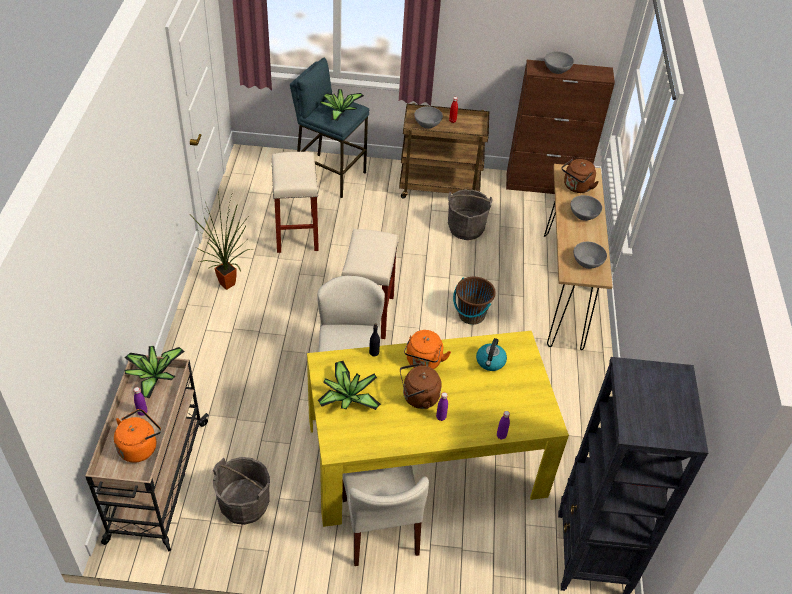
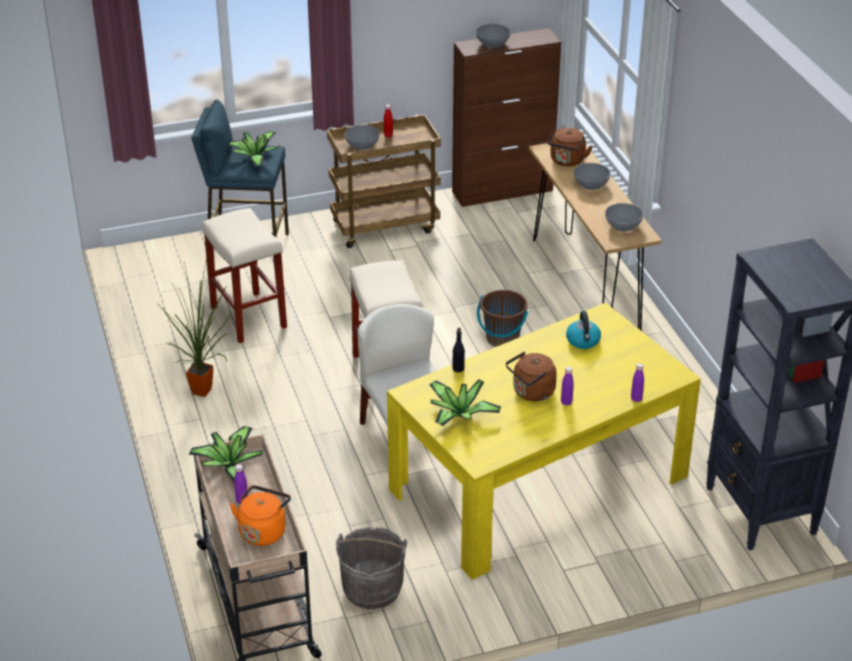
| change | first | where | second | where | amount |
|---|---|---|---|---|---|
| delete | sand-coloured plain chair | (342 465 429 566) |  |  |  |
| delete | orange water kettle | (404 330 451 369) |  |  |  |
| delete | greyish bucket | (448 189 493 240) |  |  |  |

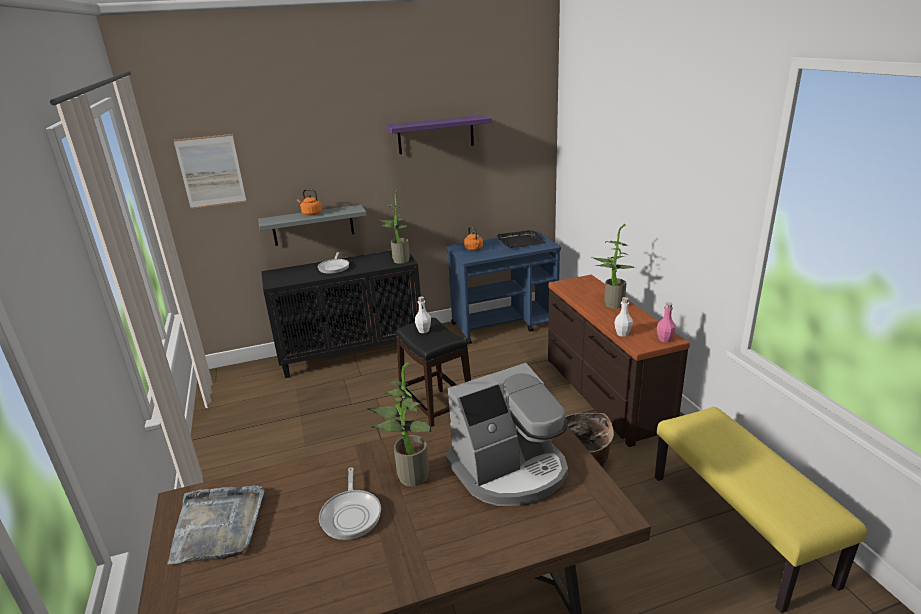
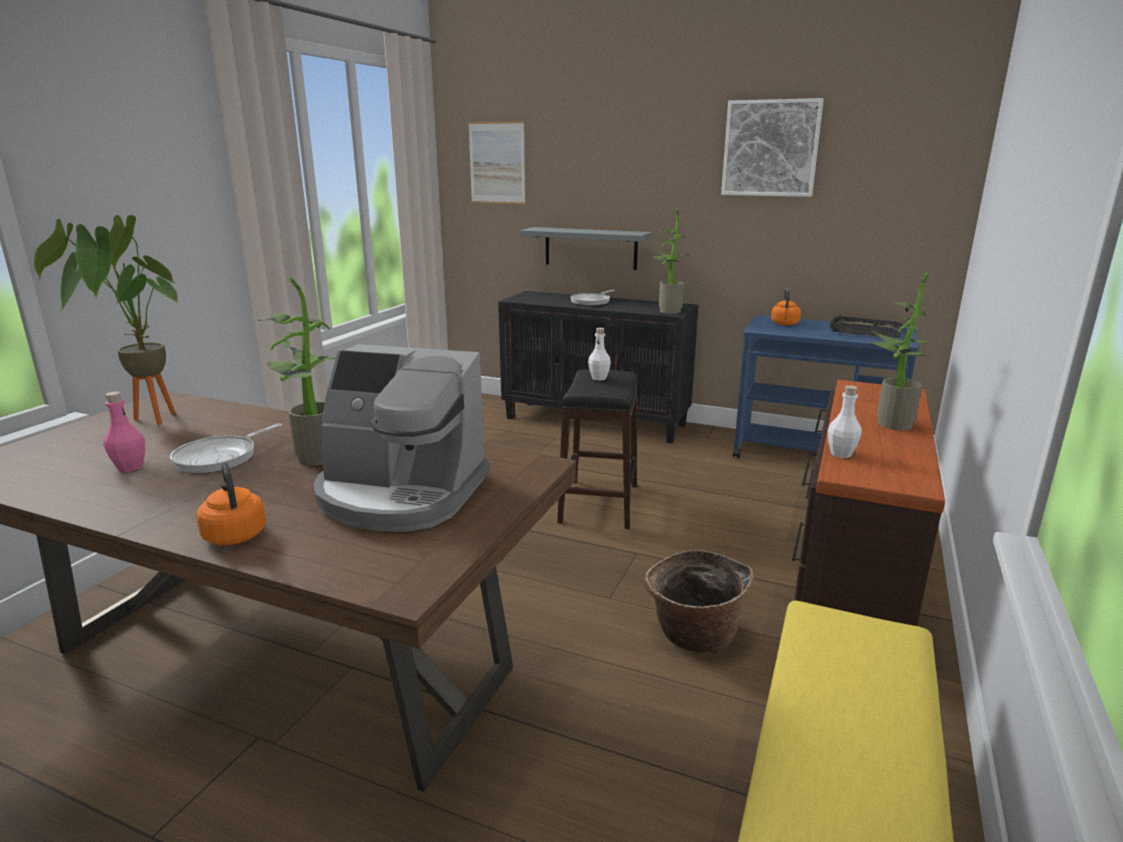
| change | first | where | second | where | amount |
|---|---|---|---|---|---|
| move | orange water kettle | (297 189 322 216) |  | (196 463 266 545) |  |
| move | pink-coloured drink bottle | (657 302 676 342) |  | (103 392 145 472) |  |
| replace | greyish carrying tray | (167 485 264 564) | houseplant | (34 215 179 425) |  |
| replace | purple-coloured bracket shelf | (386 115 492 154) | wall art | (721 98 824 197) |  |

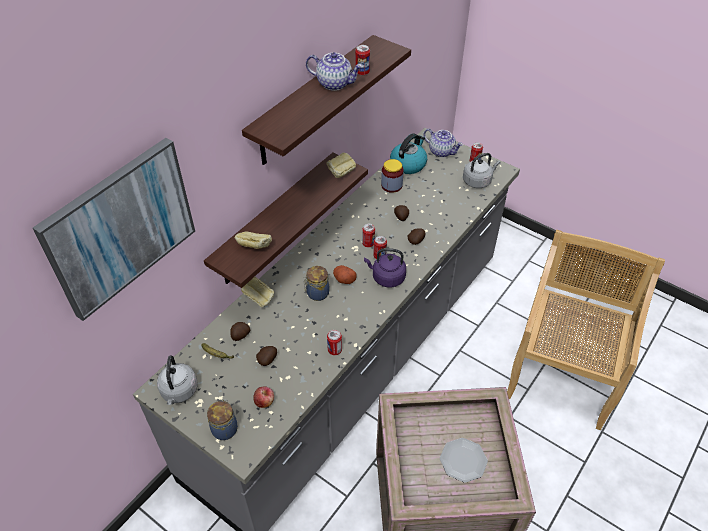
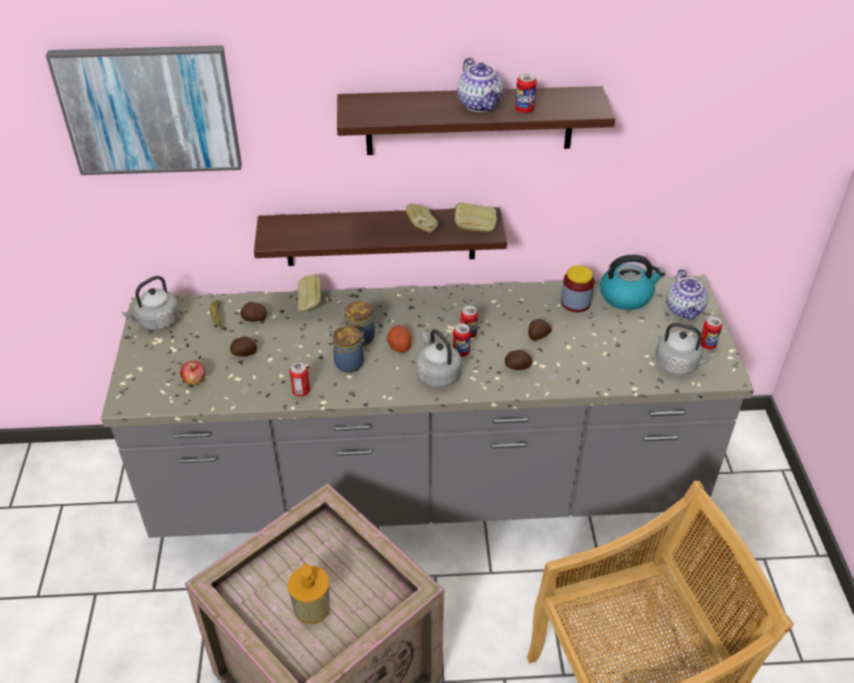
| change | first | where | second | where | amount |
|---|---|---|---|---|---|
| move | jar | (207 399 238 440) |  | (333 326 366 373) |  |
| move | bread | (235 232 272 249) |  | (406 203 438 232) |  |
| replace | plate | (440 438 488 483) | soap bottle | (288 563 330 624) |  |
| recolor | purple-coloured water kettle | (364 248 406 287) | greyish water kettle | (417 329 462 387) |  |

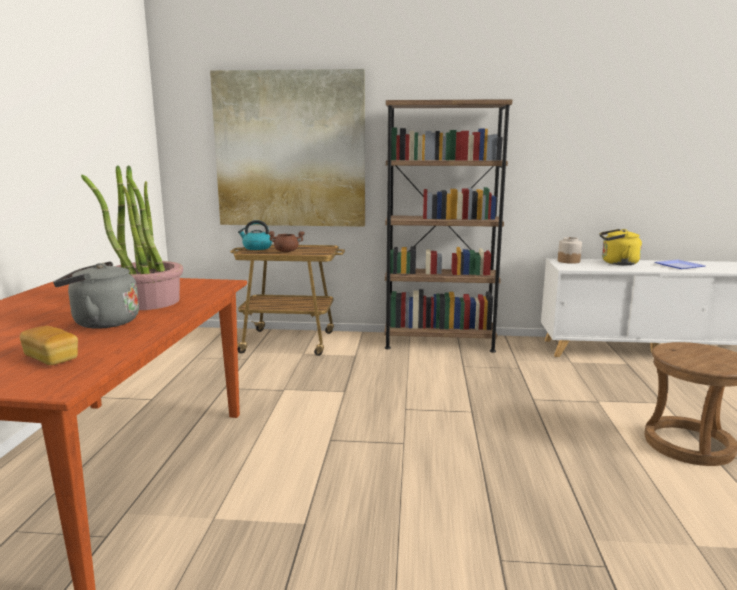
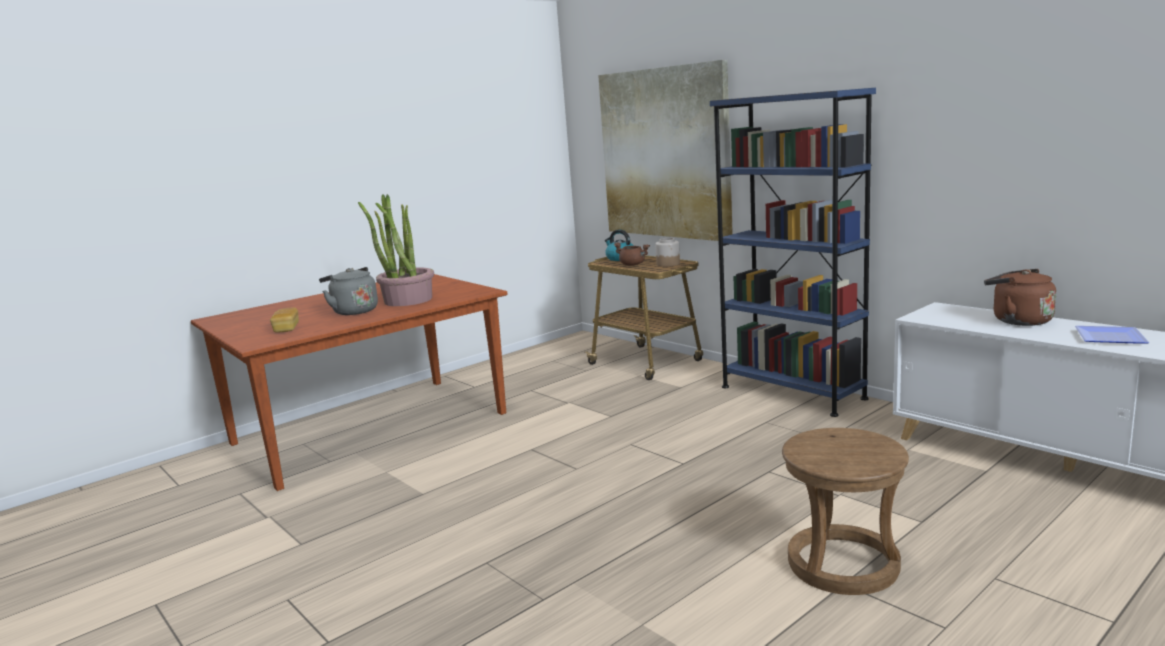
| change | first | where | second | where | amount |
|---|---|---|---|---|---|
| move | jar | (558 237 582 264) |  | (655 238 680 267) |  |
| recolor | brown-coloured shelving unit | (384 99 512 353) | blue shelving unit | (710 88 876 417) |  |
| recolor | yellow water kettle | (599 229 642 265) | brown-coloured water kettle | (984 269 1056 326) |  |

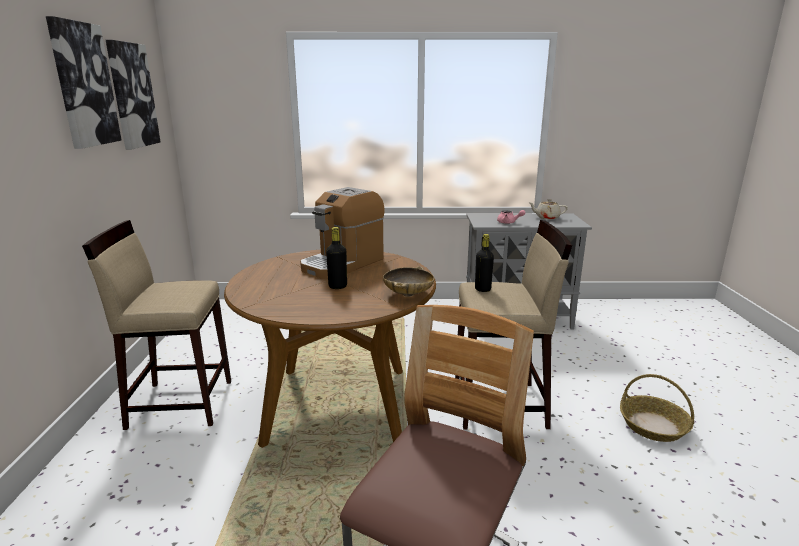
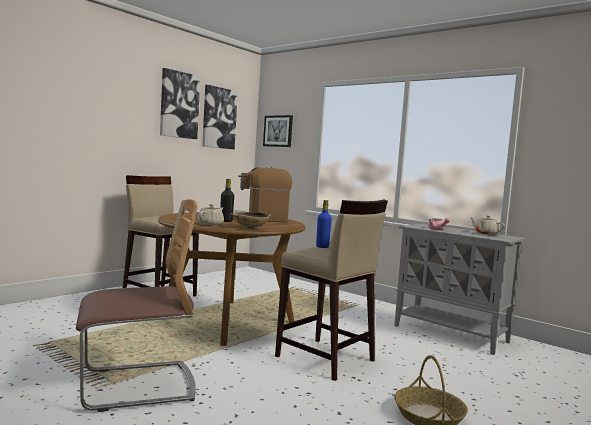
| change | first | where | second | where | amount |
|---|---|---|---|---|---|
| insert |  |  | sand-coloured pot for tea | (197 204 224 226) |  |
| insert |  |  | wall art | (263 115 293 147) |  |
| recolor | black drink bottle | (475 234 494 292) | blue drink bottle | (316 200 331 248) |  |

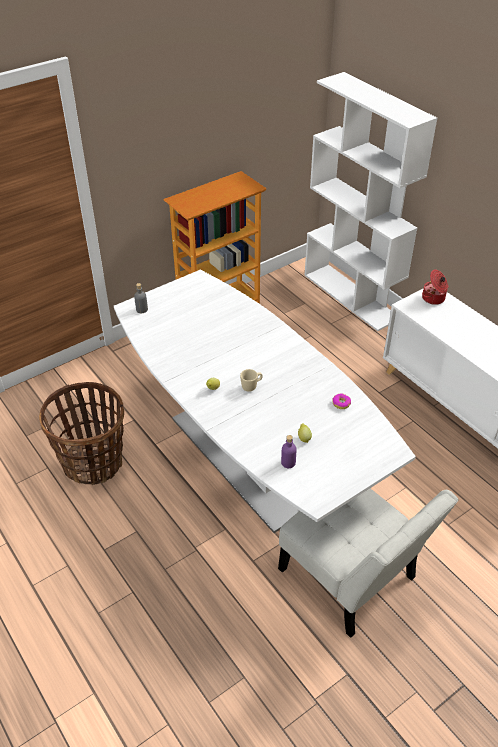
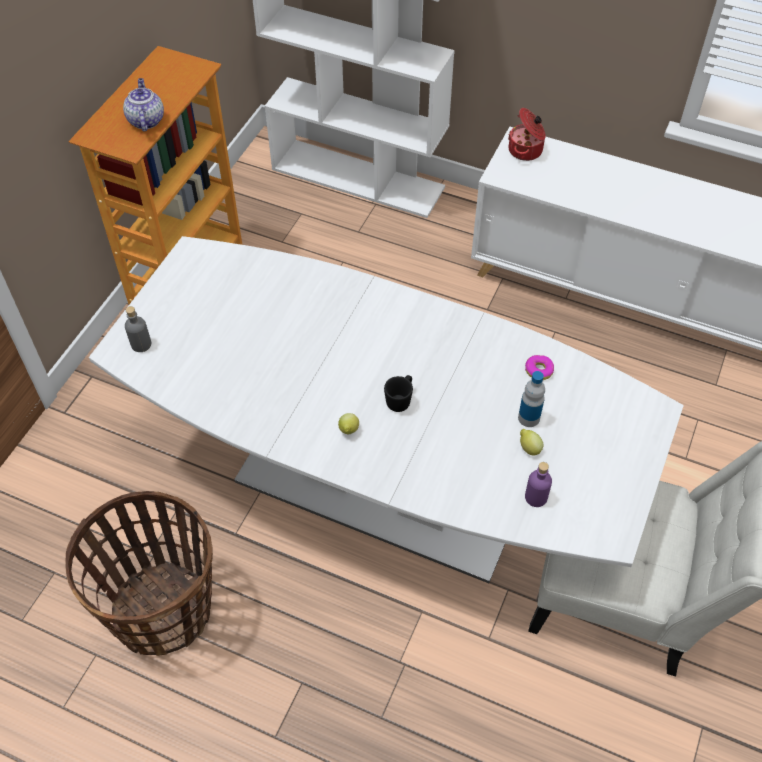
| change | first | where | second | where | amount |
|---|---|---|---|---|---|
| insert |  |  | pot for tea | (123 78 164 132) |  |
| insert |  |  | drink bottle | (518 371 545 427) |  |
| recolor | sand-coloured coffee mug | (240 369 263 392) | black coffee mug | (384 375 413 412) |  |

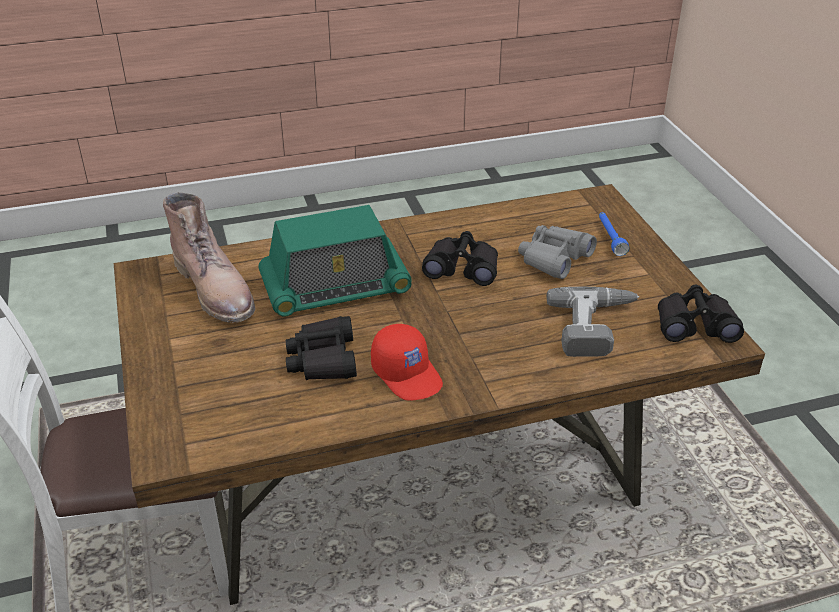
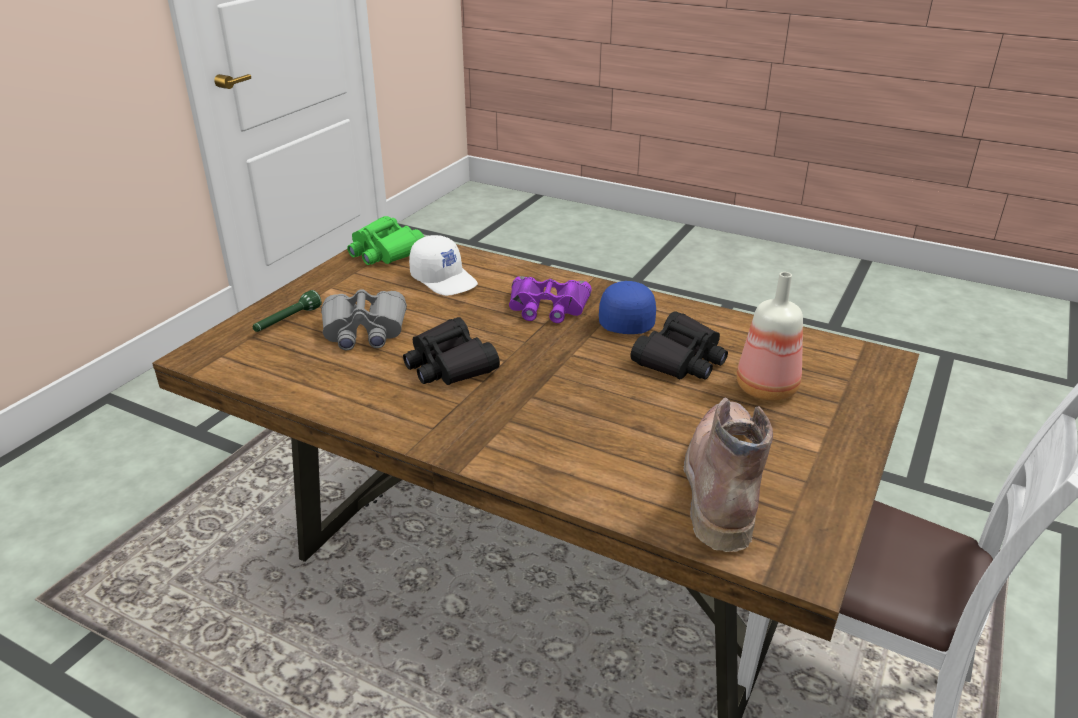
| change | first | where | second | where | amount |
|---|---|---|---|---|---|
| delete | radio | (259 205 411 317) |  |  |  |
| insert |  |  | purple-coloured field glasses | (509 276 592 323) |  |
| insert |  |  | drink bottle | (737 272 803 401) |  |
| replace | electric drill | (546 287 639 357) | whitish peaked cap | (409 235 478 296) |  |
| recolor | reddish peaked cap | (371 324 443 401) | blue peaked cap | (599 281 656 334) |  |
| recolor | blue flashlight | (599 212 629 256) | greenish flashlight | (252 290 322 332) |  |
| recolor | black field glasses | (658 285 744 343) | greenish field glasses | (347 216 424 265) |  |

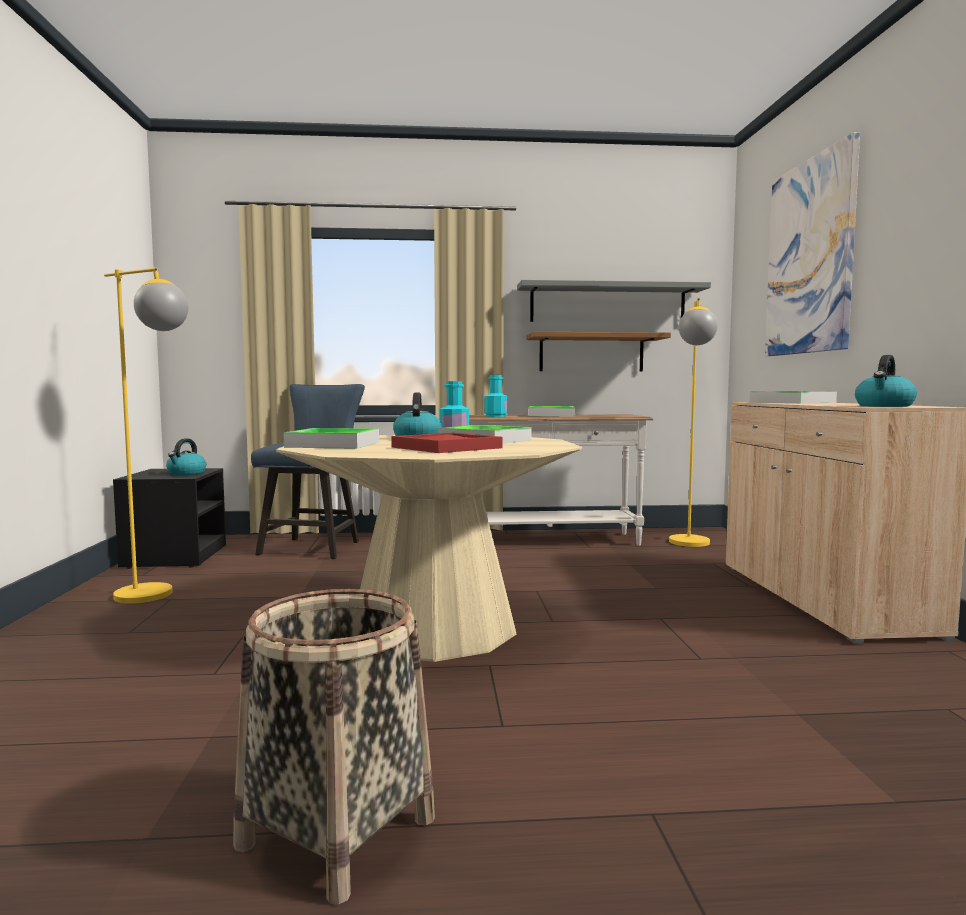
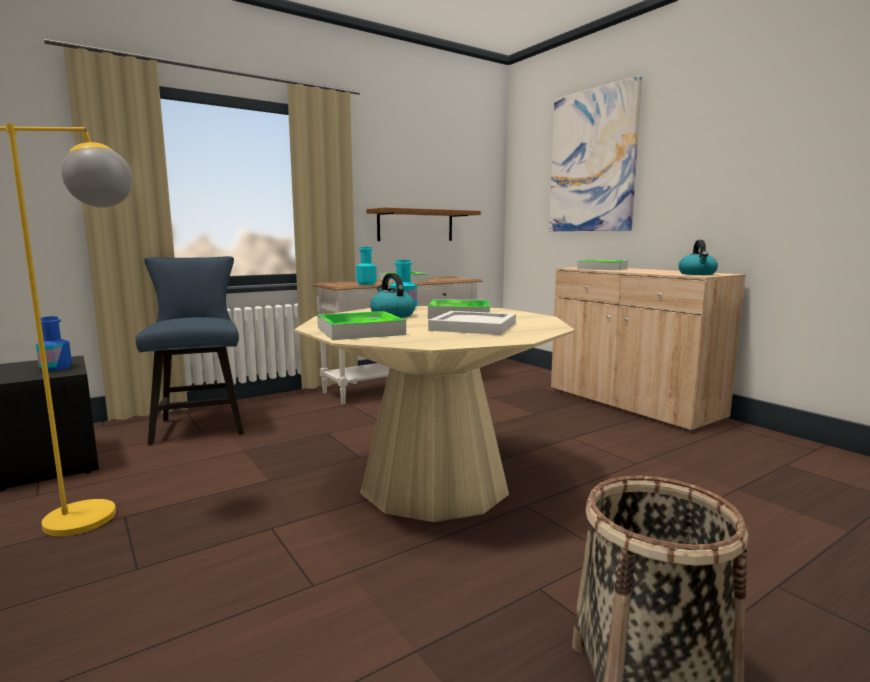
| change | first | where | second | where | amount |
|---|---|---|---|---|---|
| delete | greyish bracket shelf | (517 280 711 322) |  |  |  |
| delete | yellow standing lamp | (669 298 718 547) |  |  |  |
| replace | water kettle | (166 439 206 475) | blue drink bottle | (36 316 72 371) |  |
| recolor | reddish carrying tray | (391 433 502 453) | whitish carrying tray | (428 311 516 335) |  |

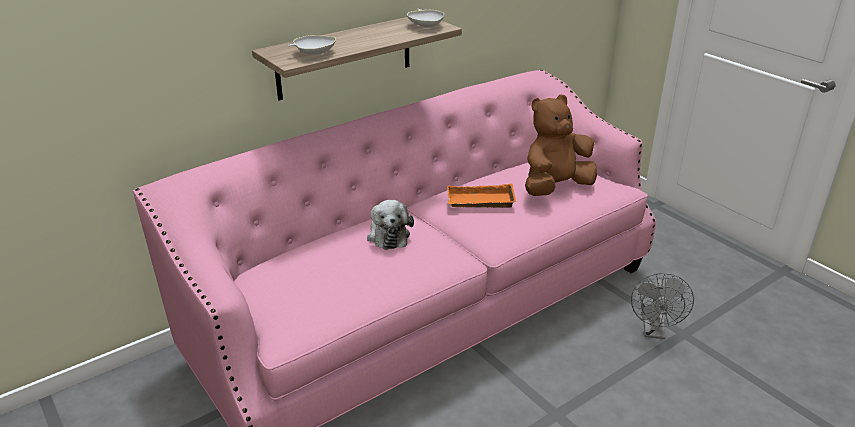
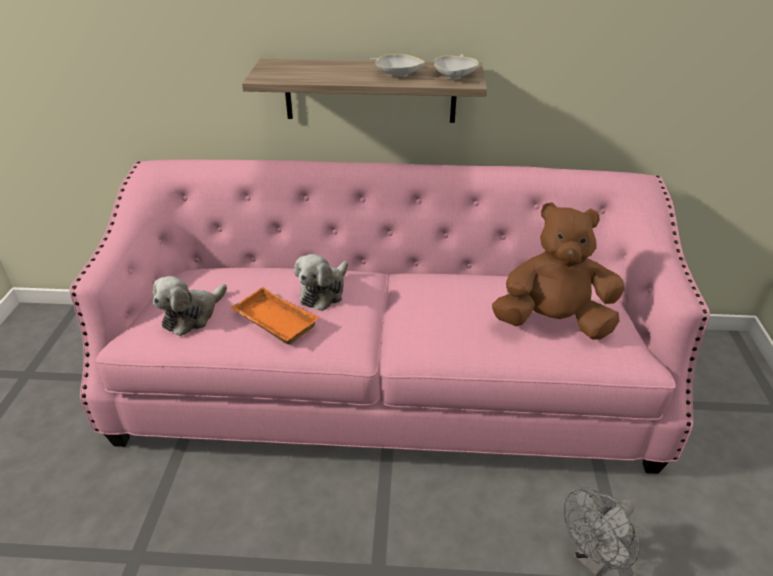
| change | first | where | second | where | amount |
|---|---|---|---|---|---|
| insert |  |  | soft toy | (153 276 227 336) |  |
| move | whitish serving bowl | (288 35 336 55) |  | (370 54 425 77) |  |
| move | orange carrying tray | (447 183 516 208) |  | (231 287 319 345) |  |

